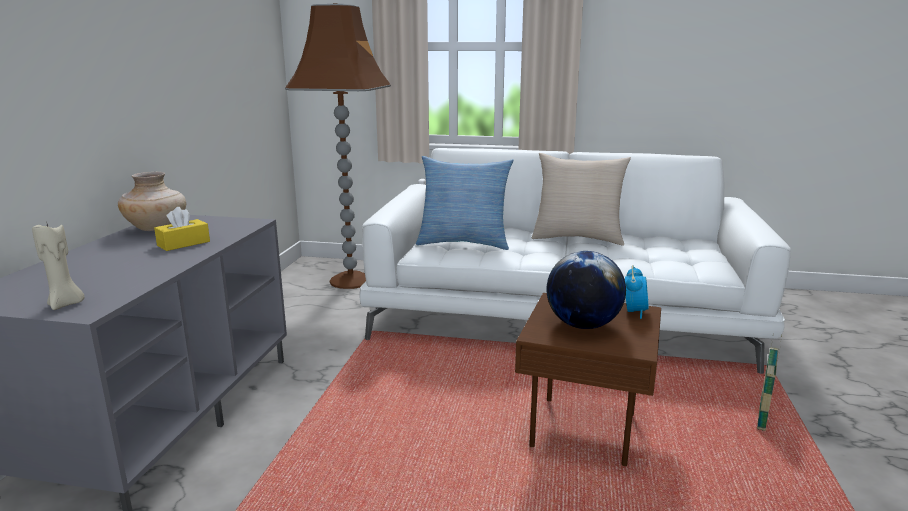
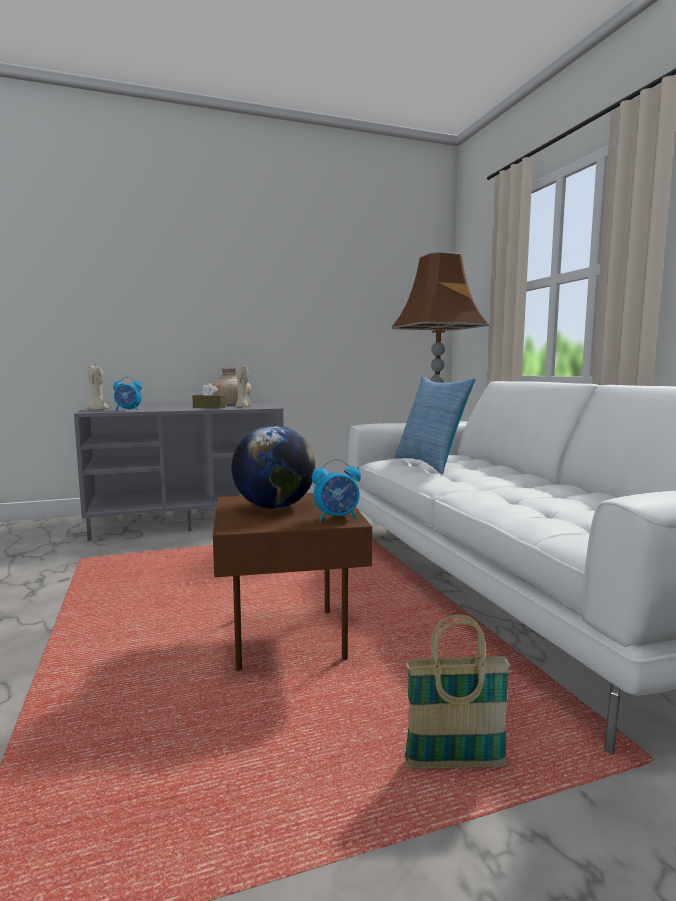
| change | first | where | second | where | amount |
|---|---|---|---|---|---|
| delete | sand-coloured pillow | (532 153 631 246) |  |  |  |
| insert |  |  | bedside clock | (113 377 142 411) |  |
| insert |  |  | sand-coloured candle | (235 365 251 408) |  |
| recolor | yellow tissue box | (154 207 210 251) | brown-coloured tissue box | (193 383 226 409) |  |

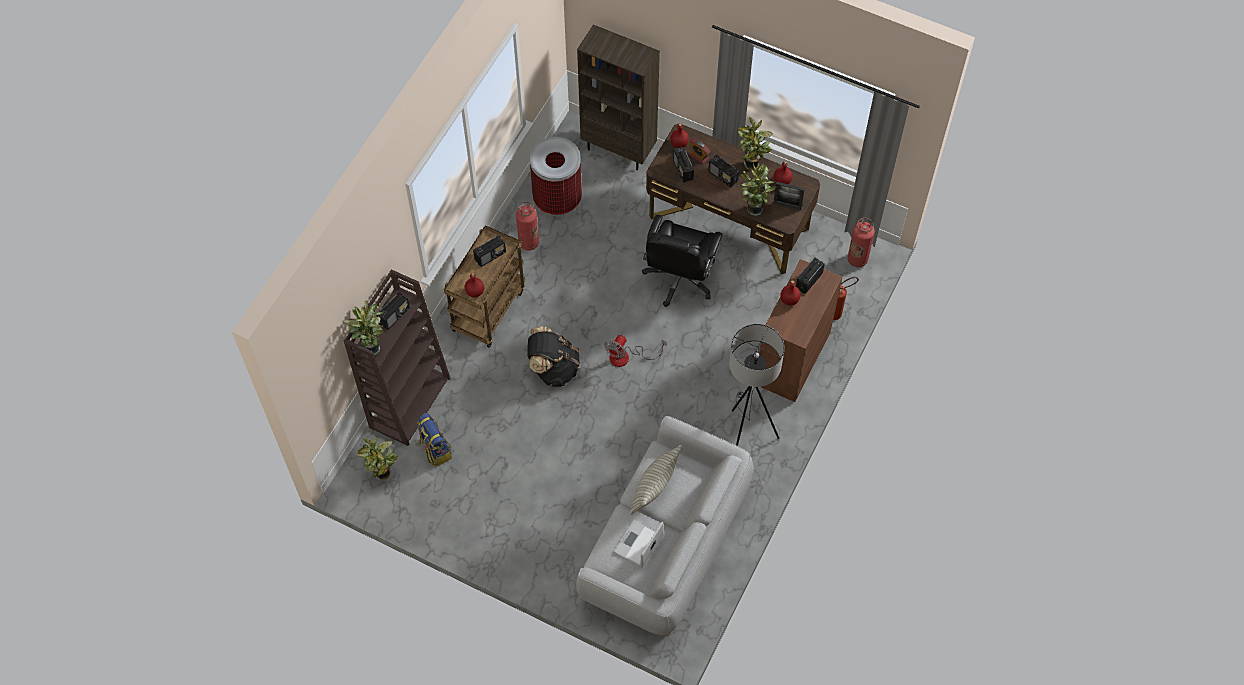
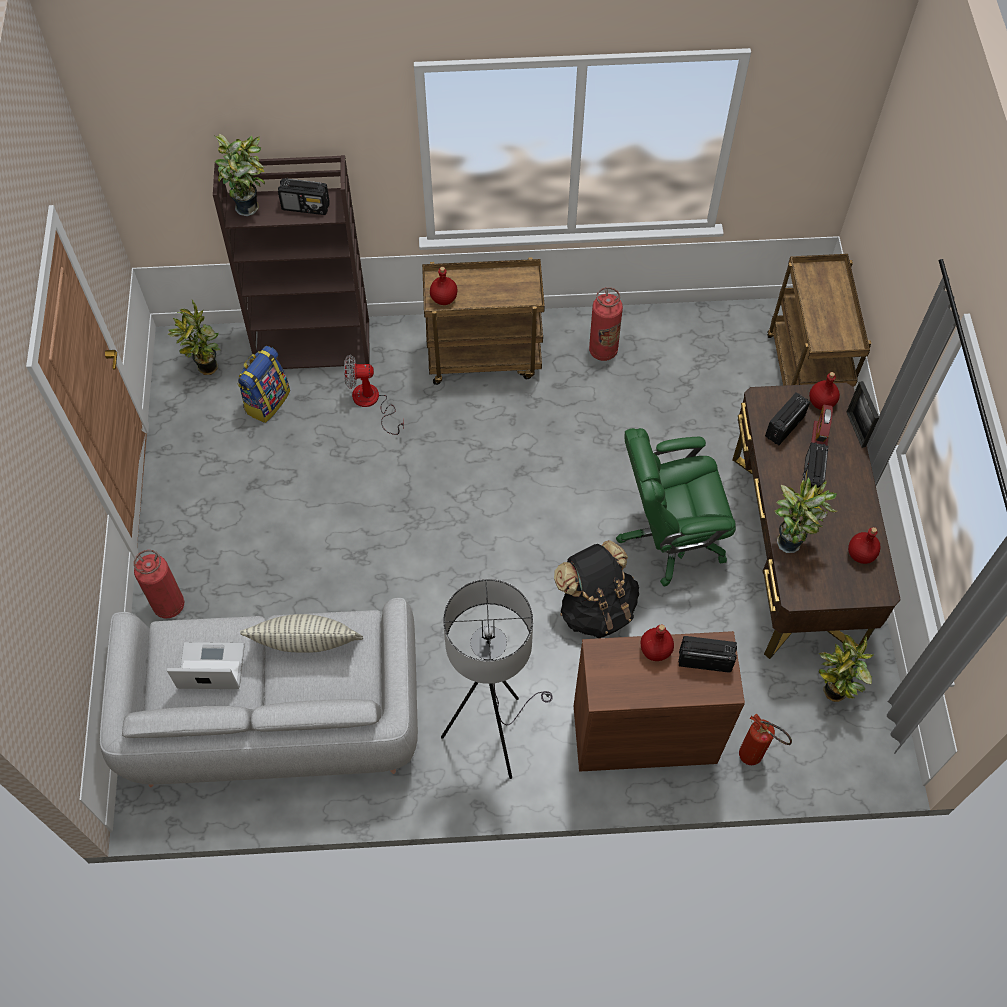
| change | first | where | second | where | amount |
|---|---|---|---|---|---|
| delete | radio | (473 235 506 267) |  |  |  |
| delete | rubbish bin | (530 137 582 216) |  |  |  |
| move | black backpack | (527 326 580 387) |  | (554 540 639 638) |  |
| move | electric fan | (604 335 667 367) |  | (344 355 404 435) |  |
| move | houseplant | (738 117 773 170) |  | (819 634 874 702) |  |
| move | standing frame | (773 182 805 211) |  | (847 381 879 448) |  |
| move | fire-fighting cylinder | (847 218 875 267) |  | (134 550 184 618) |  |
| replace | brown-coloured shelving unit | (577 24 660 170) | brown-coloured trolley | (767 254 871 387) |  |
| recolor | black office chair | (642 215 723 307) | greenish office chair | (616 428 736 587) |  |

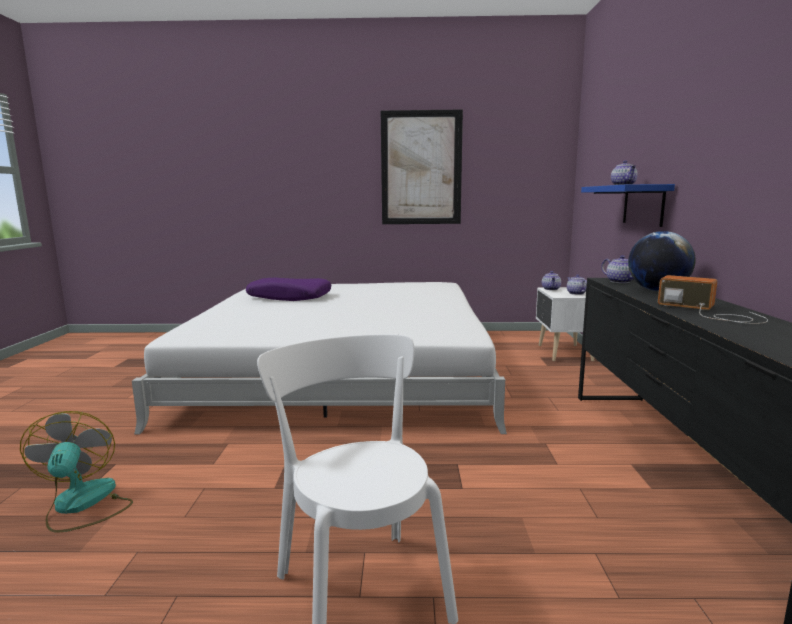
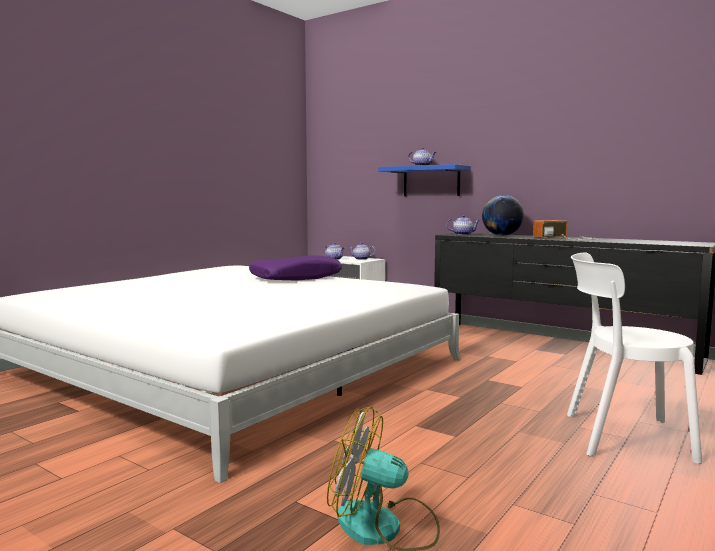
| change | first | where | second | where | amount |
|---|---|---|---|---|---|
| delete | wall art | (381 110 463 224) |  |  |  |
| move | purple-coloured pillow | (246 278 331 301) |  | (249 255 342 281) |  |

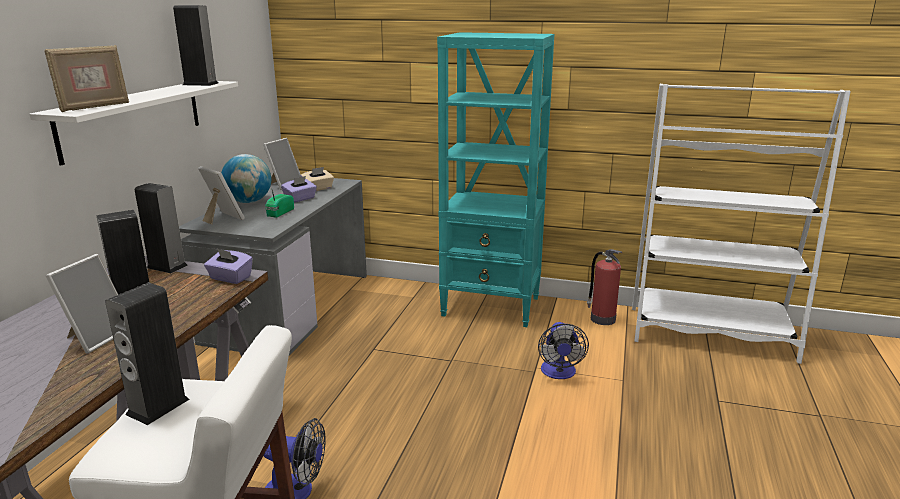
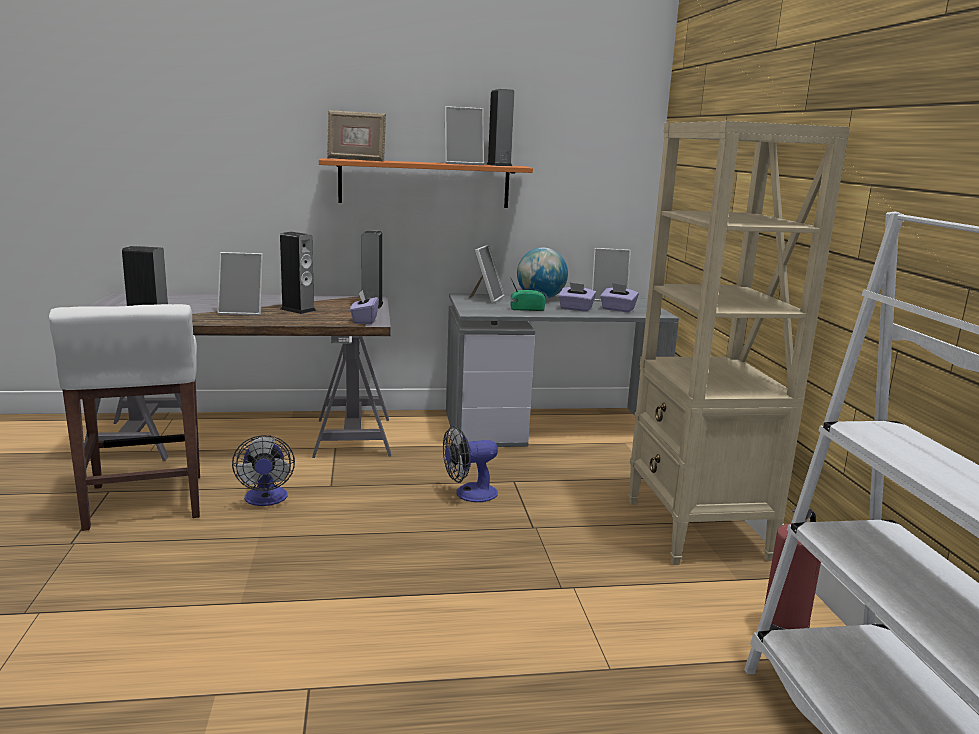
| change | first | where | second | where | amount |
|---|---|---|---|---|---|
| insert |  |  | standing frame | (445 106 484 165) |  |
| move | electric fan | (538 322 589 379) |  | (443 426 498 502) |  |
| recolor | whitish bracket shelf | (29 81 238 166) | orange bracket shelf | (319 158 533 208) |  |
| recolor | sand-coloured tissue box | (300 167 334 191) | purple-coloured tissue box | (600 283 639 312) |  |
| recolor | turquoise-coloured shelving unit | (437 32 555 327) | sand-coloured shelving unit | (628 121 850 565) |  |

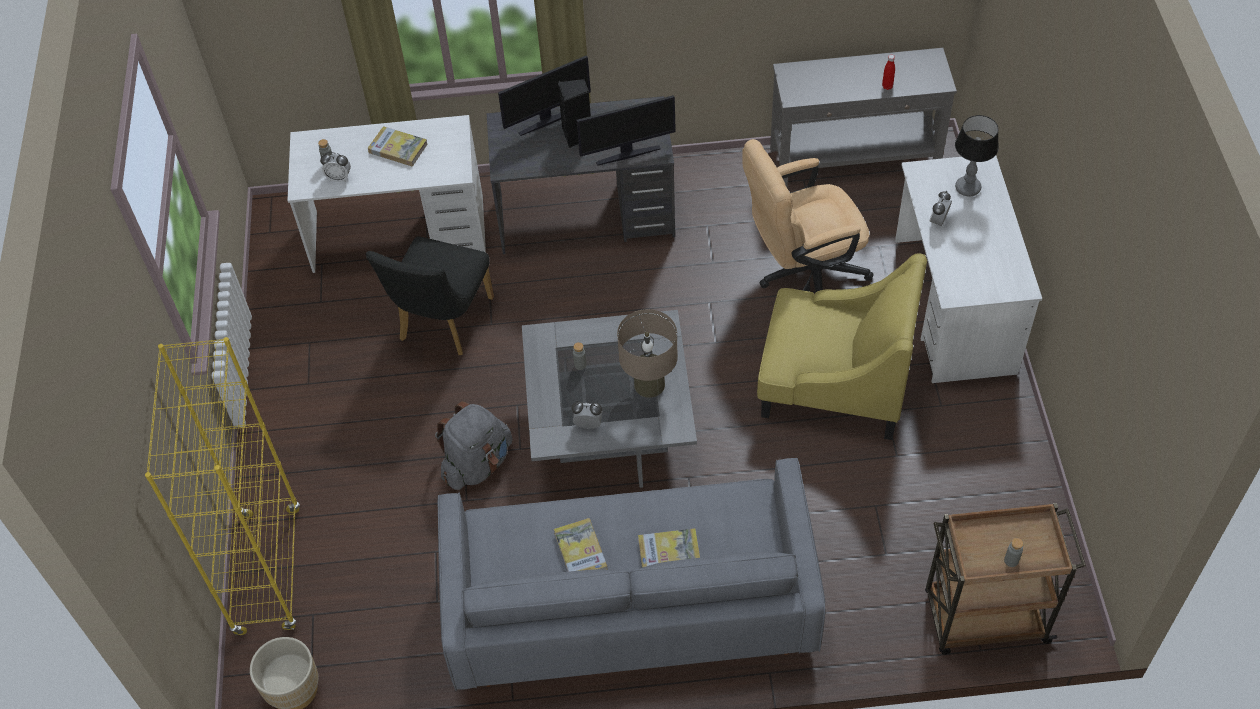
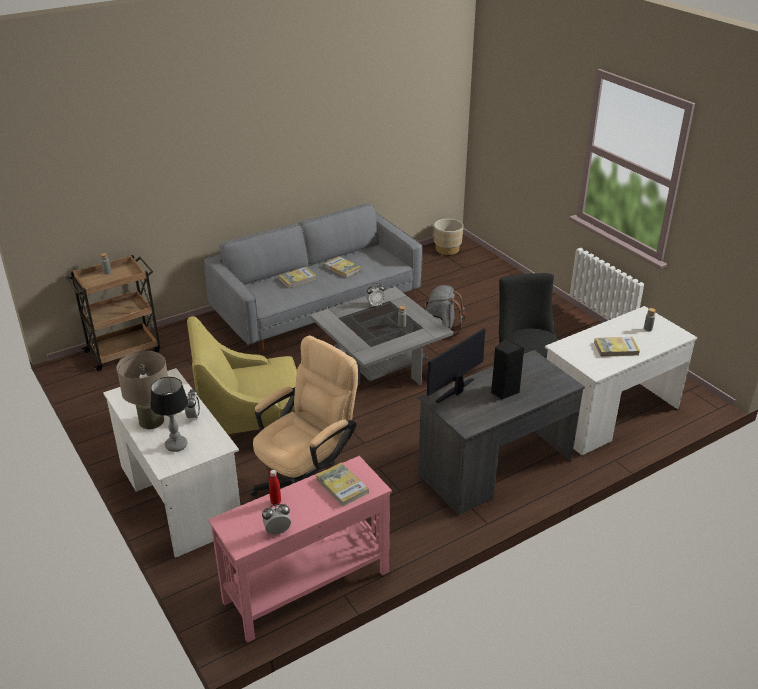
| change | first | where | second | where | amount |
|---|---|---|---|---|---|
| delete | yellow shelving unit | (145 337 300 636) |  |  |  |
| delete | computer display | (498 55 591 136) |  |  |  |
| insert |  |  | volume | (316 463 369 507) |  |
| move | bedside clock | (320 152 351 182) |  | (262 504 291 535) |  |
| move | sand-coloured tabletop lamp | (617 309 678 398) |  | (117 351 168 429) |  |
| recolor | greyish narrow table | (770 48 957 187) | pink-coloured narrow table | (208 456 392 643) |  |

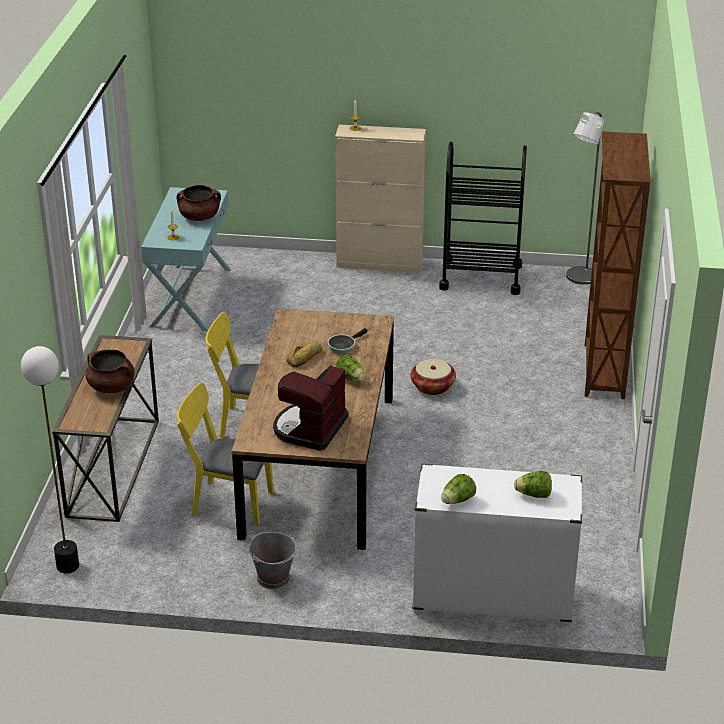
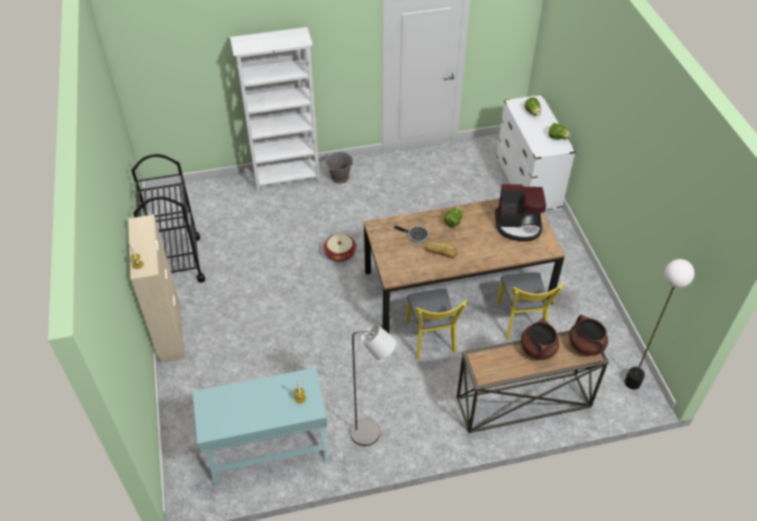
| change | first | where | second | where | amount |
|---|---|---|---|---|---|
| move | brown-coloured stockpot | (177 185 221 221) |  | (569 315 608 356) |  |
| move | greyish bucket | (249 532 298 589) |  | (326 152 353 184) |  |
| move | greyish standing lamp | (566 112 604 285) |  | (350 324 396 446) |  |
| recolor | brown-coloured shelving unit | (585 131 651 399) | whitish shelving unit | (230 27 320 191) |  |

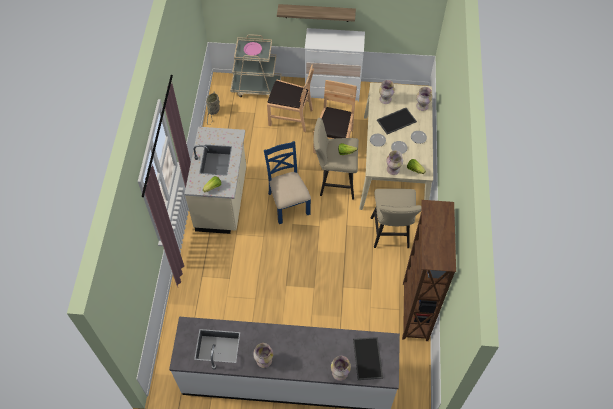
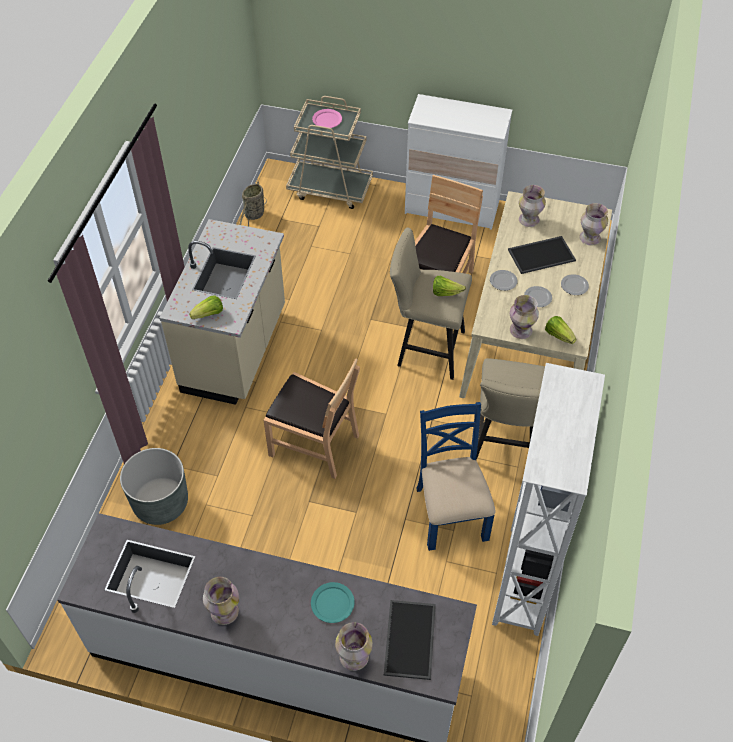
| change | first | where | second | where | amount |
|---|---|---|---|---|---|
| delete | bracket shelf | (277 4 356 22) |  |  |  |
| insert |  |  | greyish plant pot | (120 448 188 525) |  |
| insert |  |  | turquoise-coloured plate | (311 582 355 623) |  |
| move | blue plain chair | (264 141 311 224) |  | (416 402 496 551) |  |
| move | brown-coloured plain chair | (267 65 314 132) |  | (264 358 360 479) |  |
| recolor | brown-coloured shelving unit | (402 200 456 341) | whitish shelving unit | (492 363 605 636) |  |

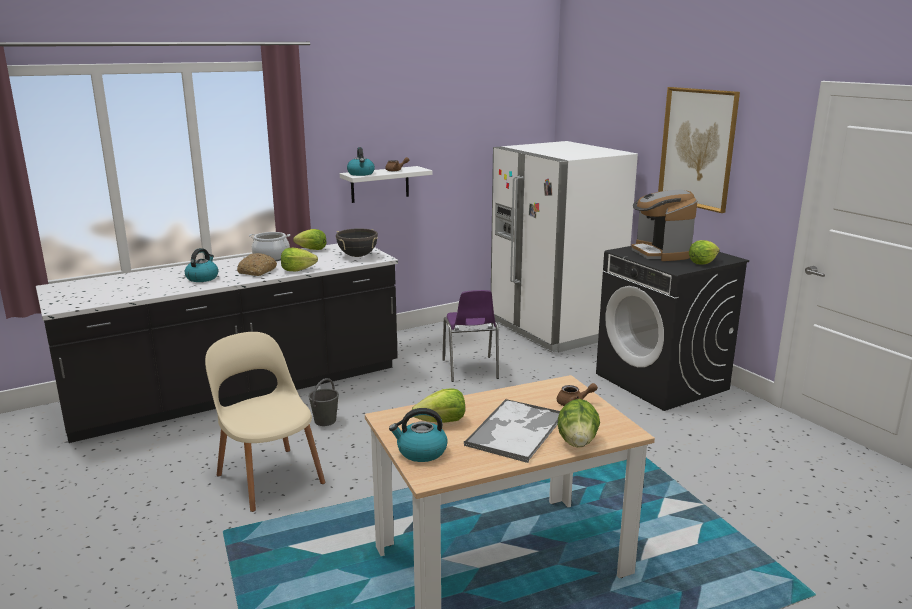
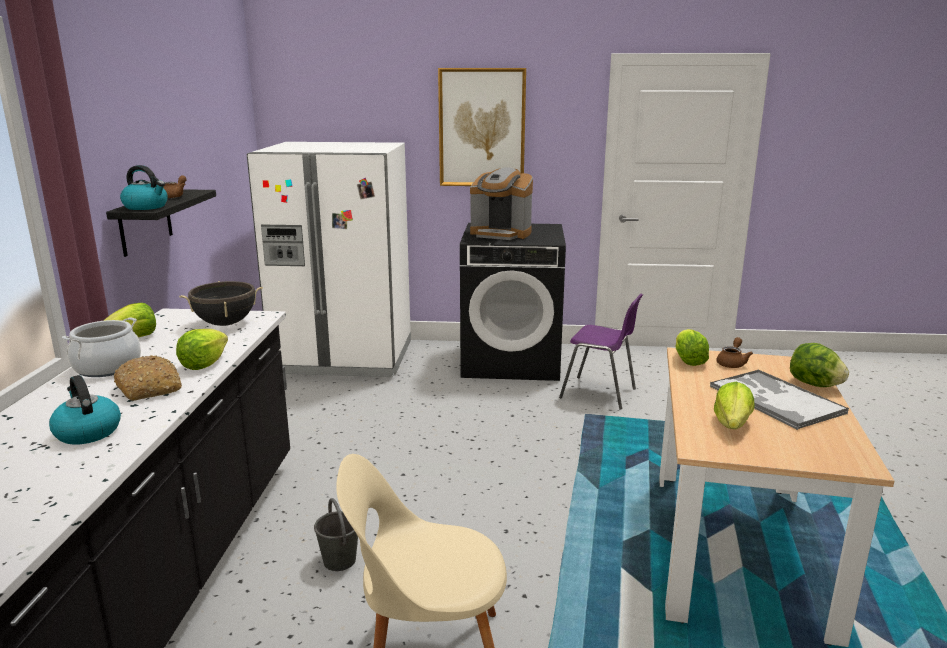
| change | first | where | second | where | amount |
|---|---|---|---|---|---|
| delete | water kettle | (389 408 448 462) |  |  |  |
| move | purple-coloured plain chair | (442 290 499 382) |  | (559 294 643 410) |  |
| move | lettuce | (689 240 720 265) |  | (675 329 709 366) |  |
| recolor | whitish bracket shelf | (340 166 432 203) | black bracket shelf | (106 189 216 257) |  |

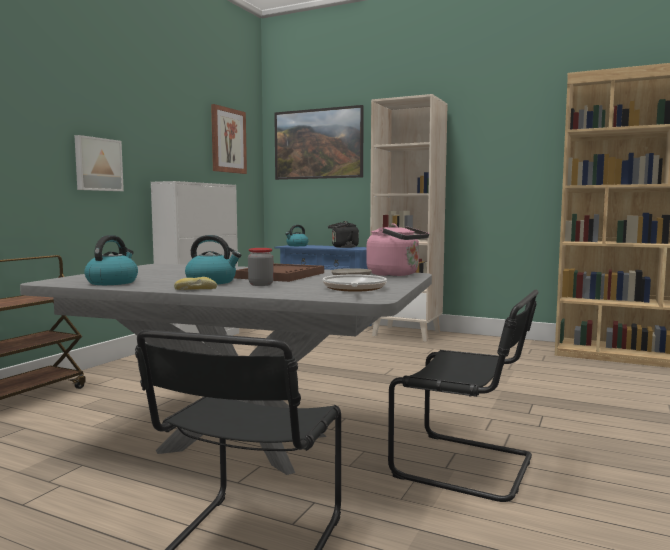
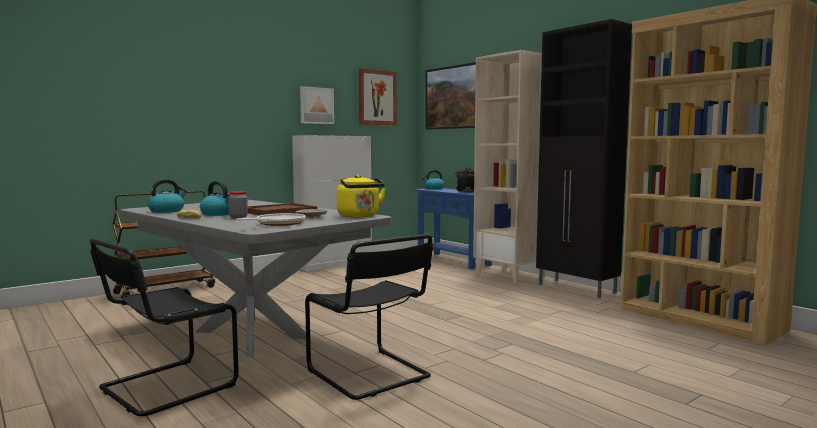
| change | first | where | second | where | amount |
|---|---|---|---|---|---|
| insert |  |  | black cupboard | (536 19 632 298) |  |
| move | wall art | (74 135 124 191) |  | (300 86 334 124) |  |
| recolor | pink-coloured water kettle | (366 223 429 276) | yellow water kettle | (336 175 386 217) |  |

